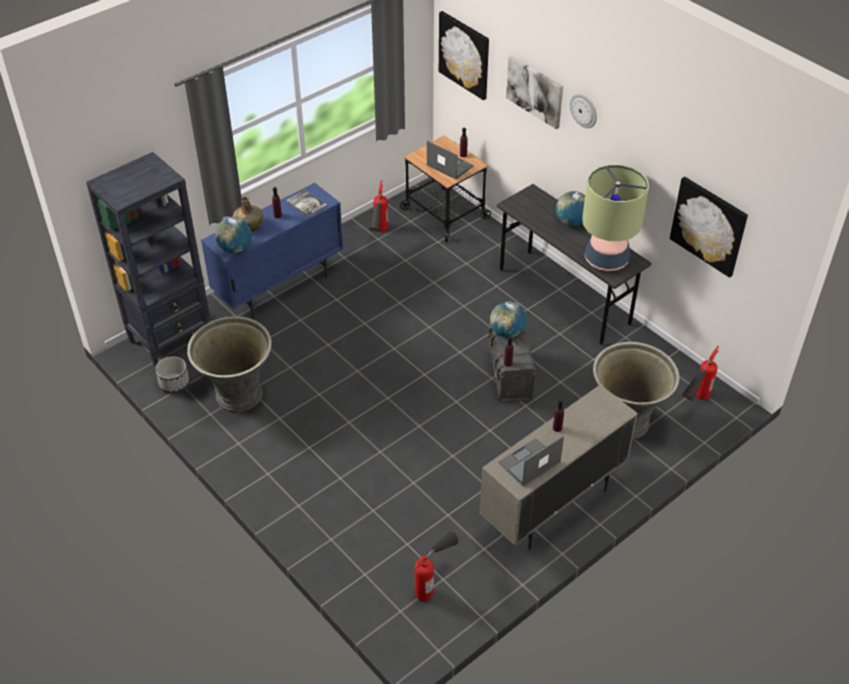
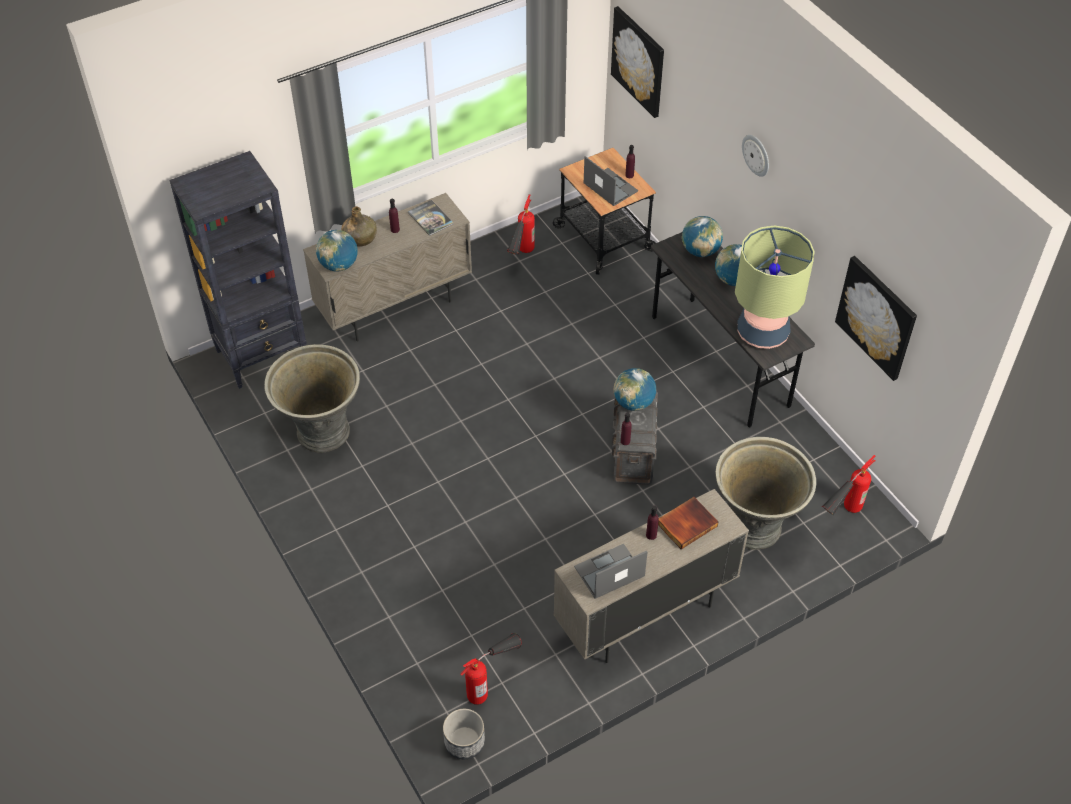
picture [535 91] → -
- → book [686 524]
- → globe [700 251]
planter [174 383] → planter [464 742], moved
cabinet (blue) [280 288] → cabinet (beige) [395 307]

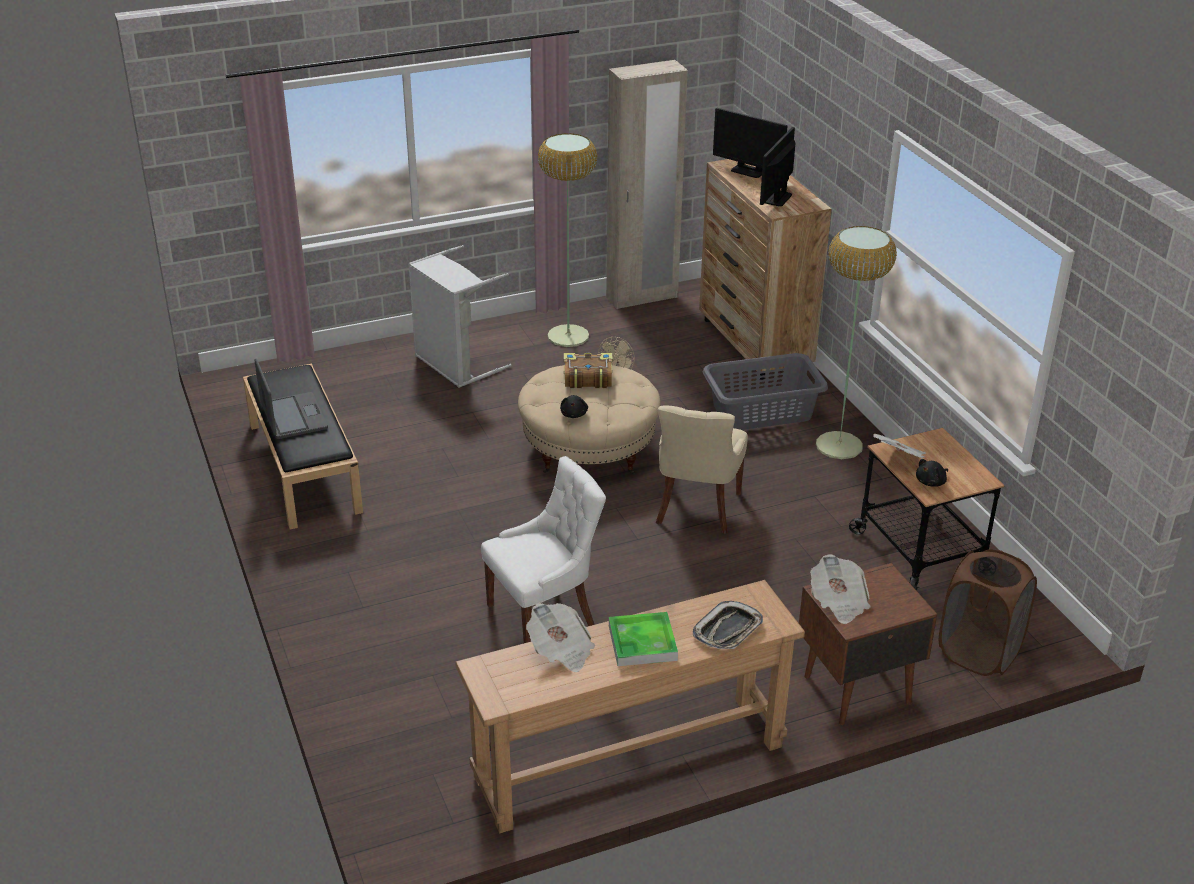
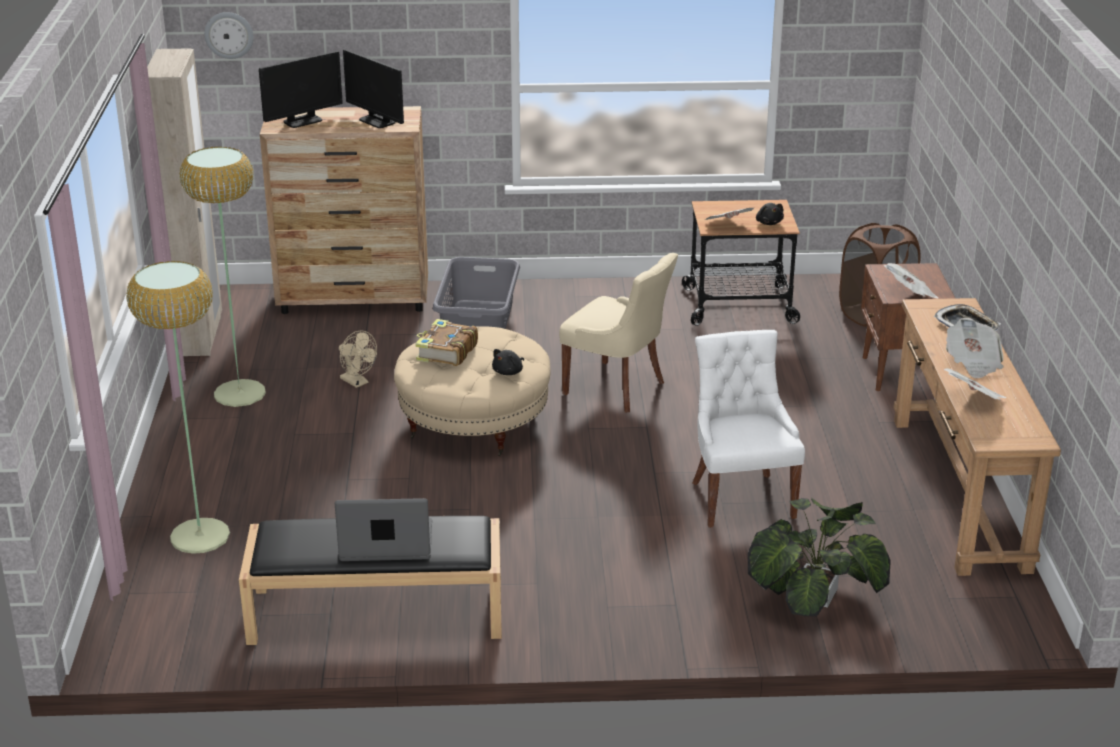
laundry basket (grey) [454 365] → -
- → wall clock [229 35]
- → potted plant [815 593]
floor lamp [838 445] → floor lamp [199 536], moved
tray [642 643] → newspaper [973 363]
plush toy (black) [574 414] → plush toy (black) [509 372], 105 degrees clockwise

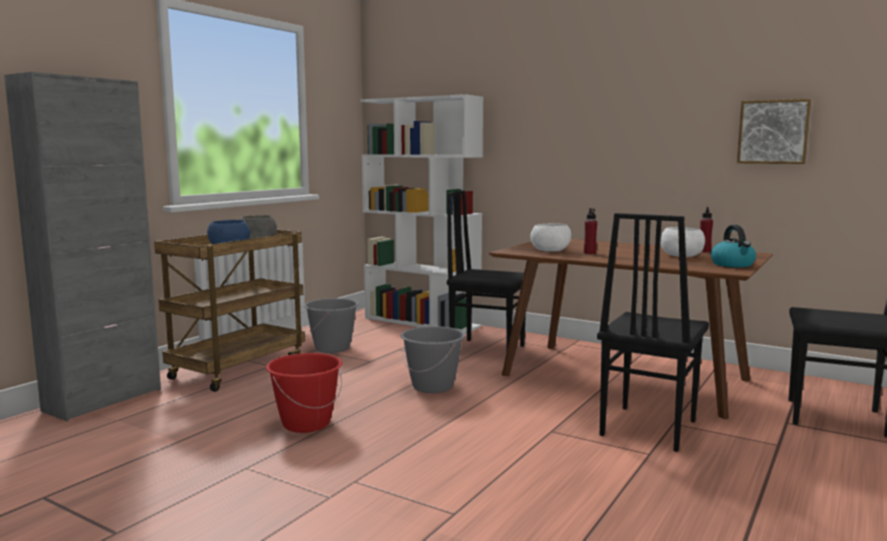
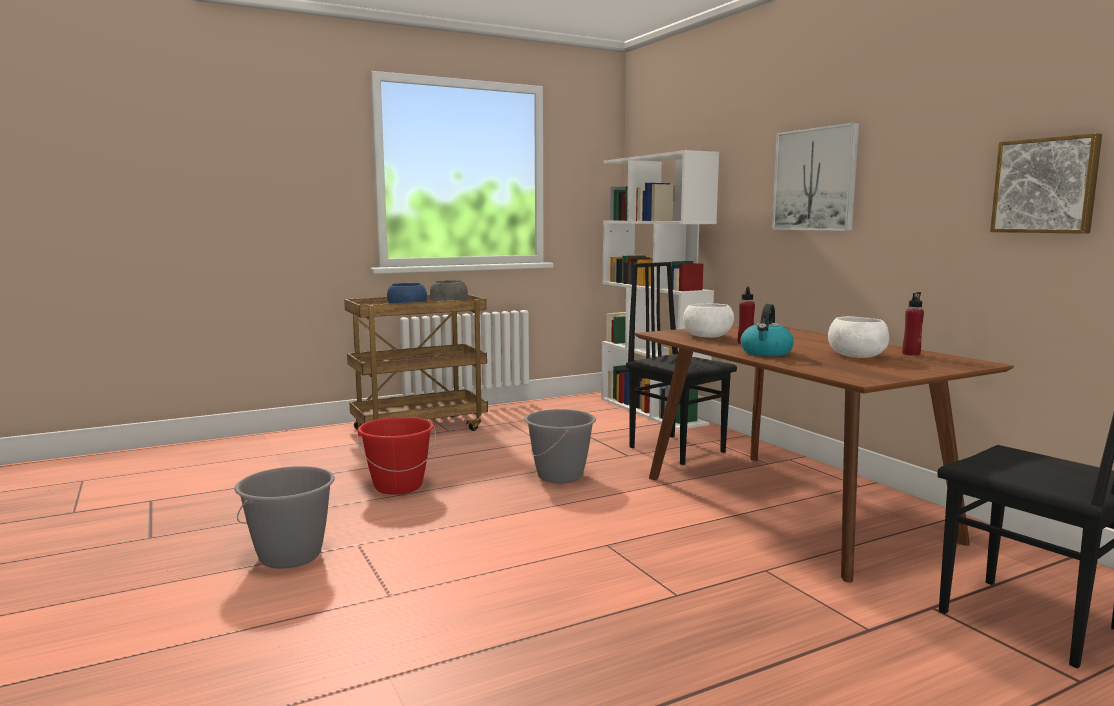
cabinet (grey) [103 400] → -
chair (black) [646 428] → -
- → picture [815 179]
bucket (grey) [332 348] → bucket (grey) [290 556], moved
kettle [733 264] → kettle [766 353], moved

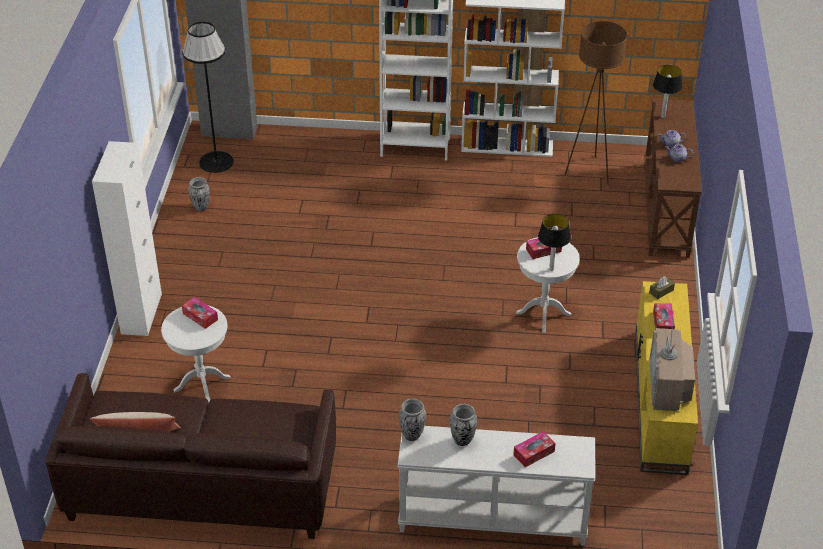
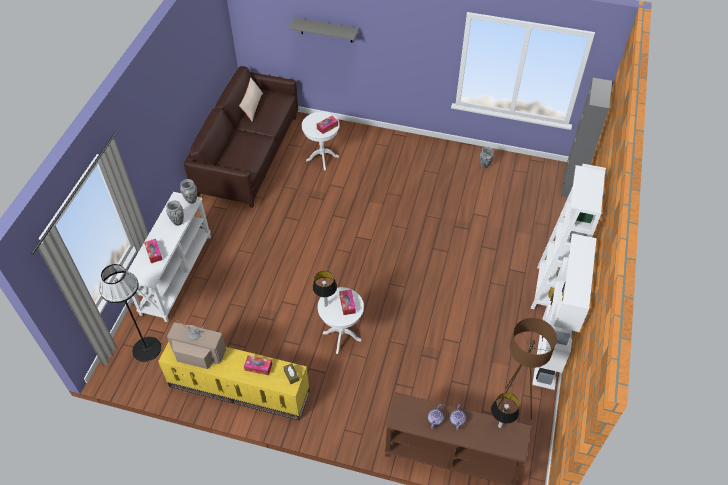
cabinet (white) [141 314] → -
- → shelf (grey) [326 30]
floor lamp (black) [216 162] → floor lamp (black) [146 349], moved

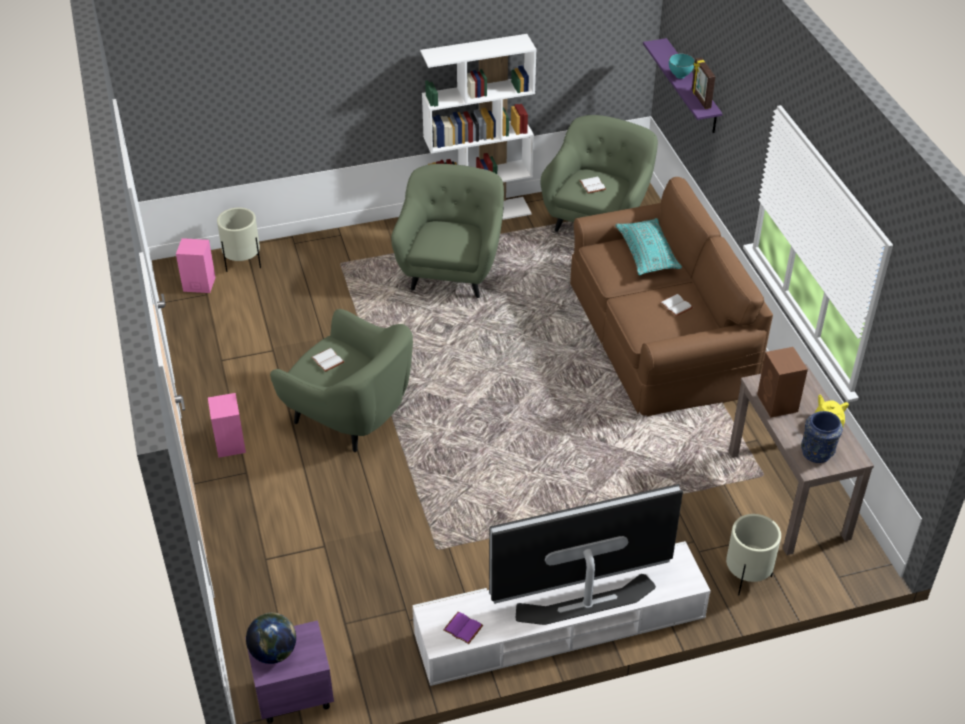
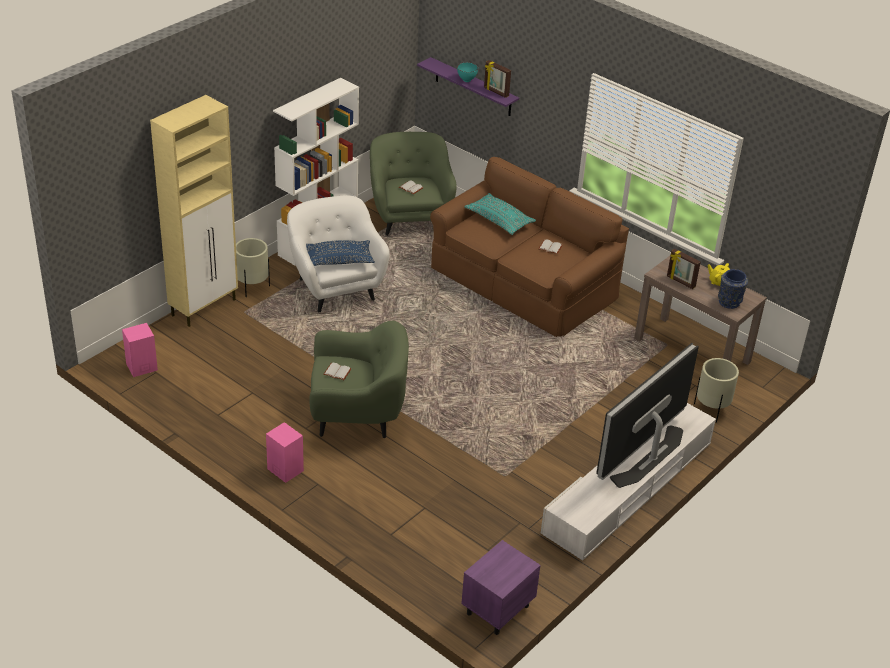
globe [274 652] → -
book (purple) [464 628] → -
- → cabinet (beige) [204 307]
- → pillow (blue) [338 260]
planter (beige) [243 263] → planter (beige) [252 287], moved
speaker (brown) [777 404] → picture frame [680 282]
armchair (green) [452 270] → armchair (white) [335 288]

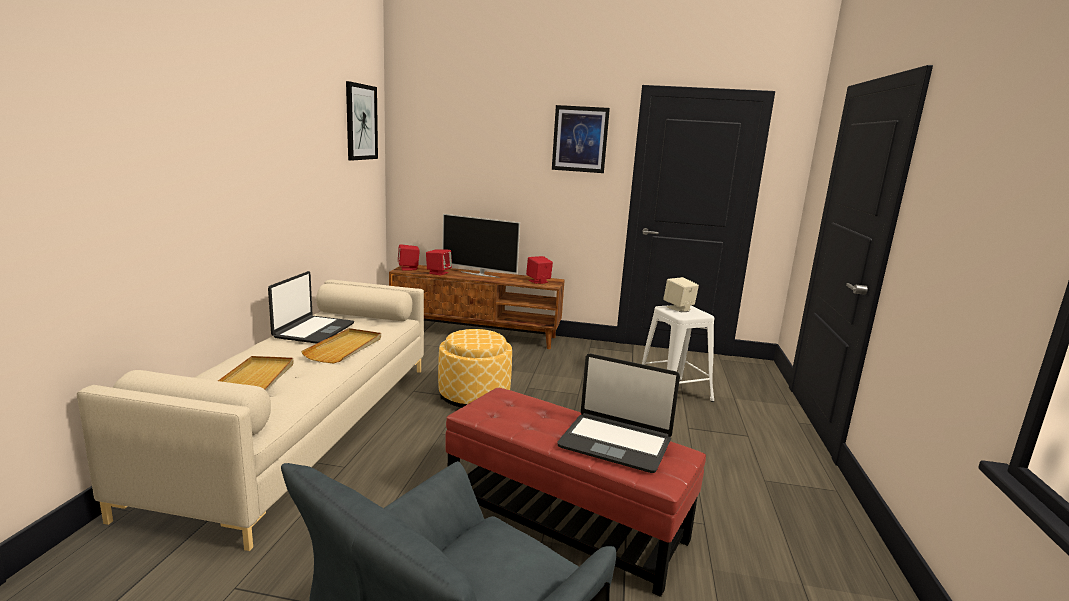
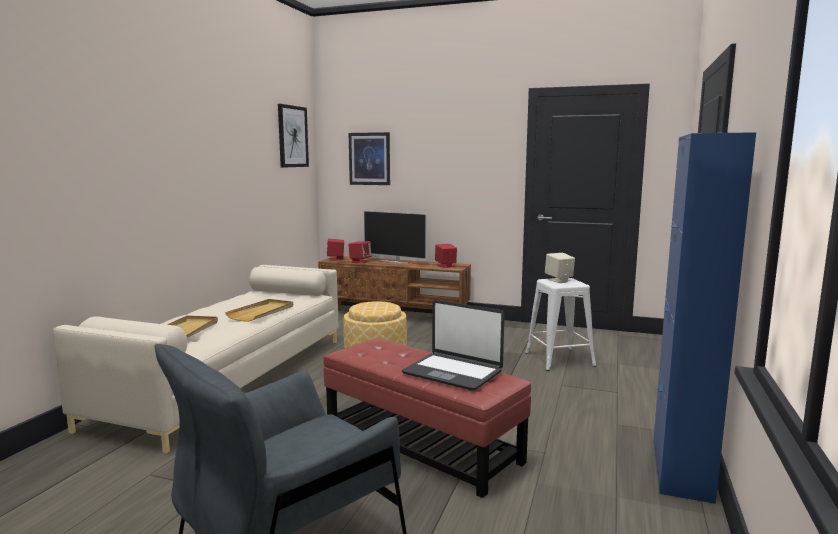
laptop [313 330] → -
- → cabinet (blue) [681 469]
picture [580 139] → picture [369 159], moved

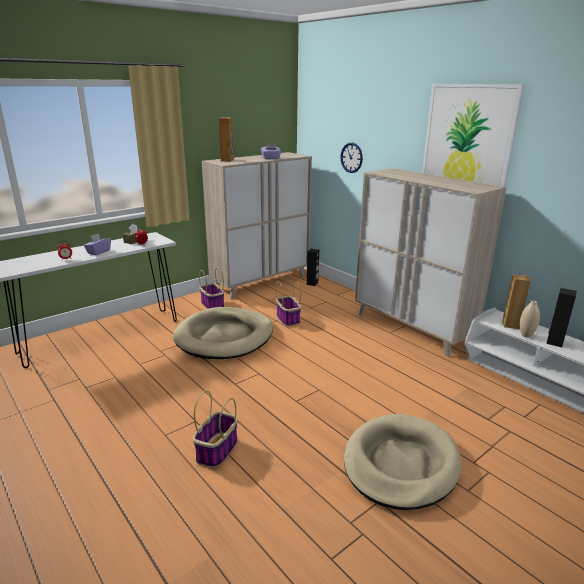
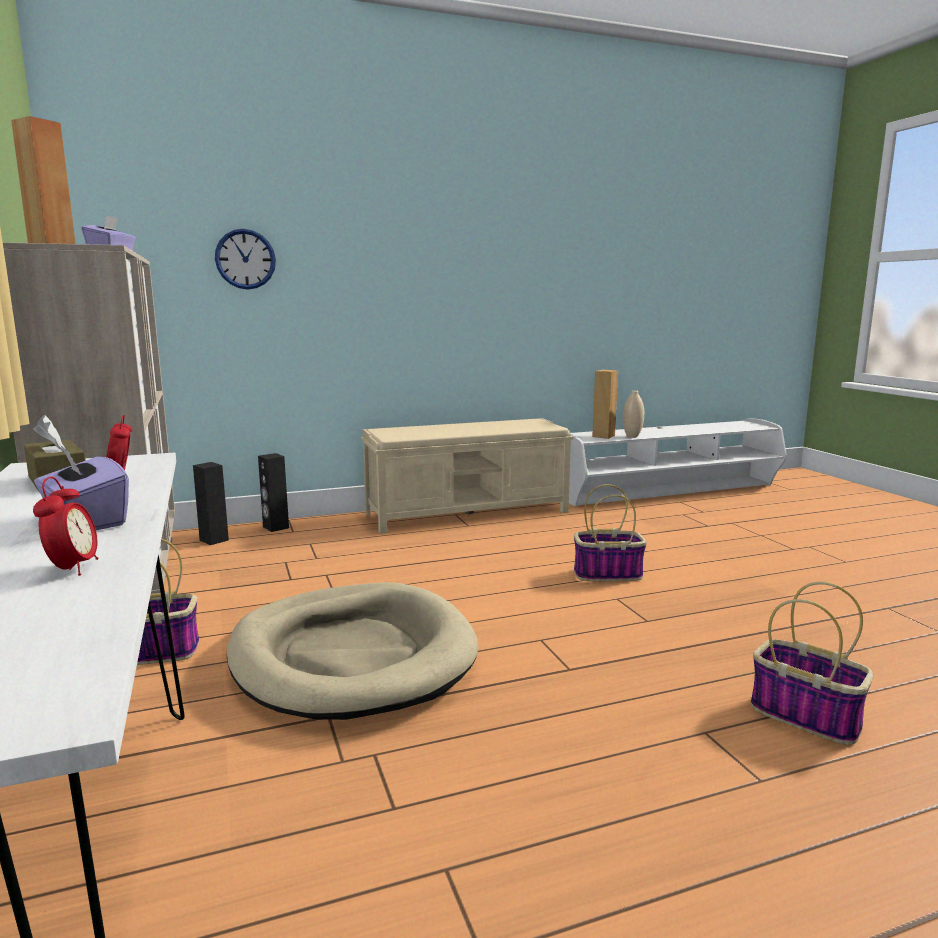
dog bed (beige) [400 464] → -
picture [469 135] → -
basket [288 319] → basket [608 574], moved
speaker (black) [554 342] → speaker (black) [275 527], moved
cabinet (beige) [412 328] → bench (beige) [468 513]

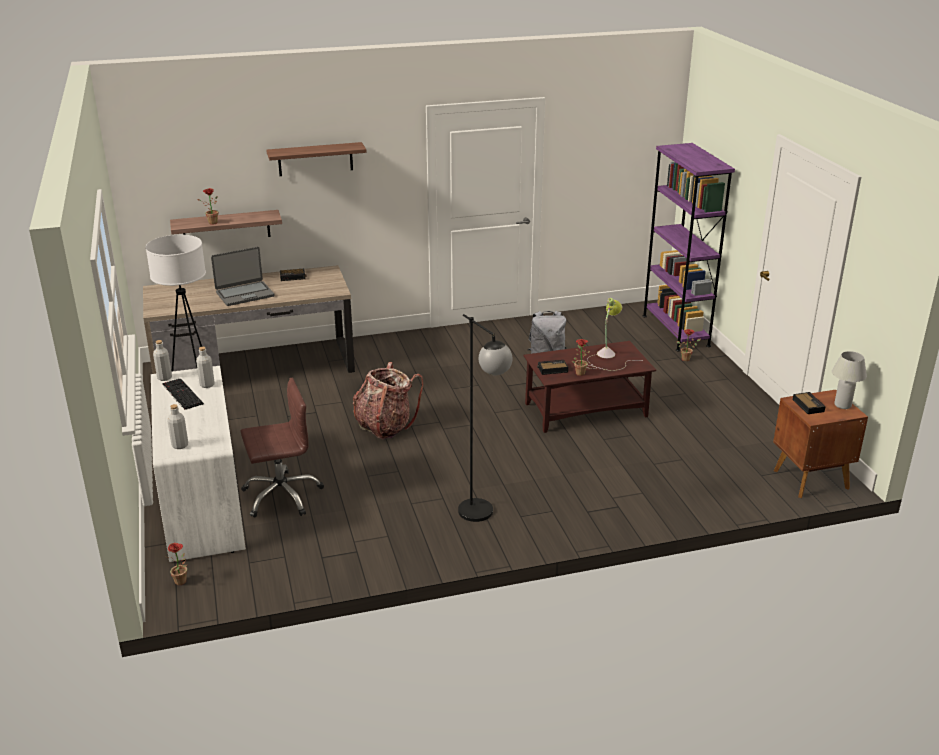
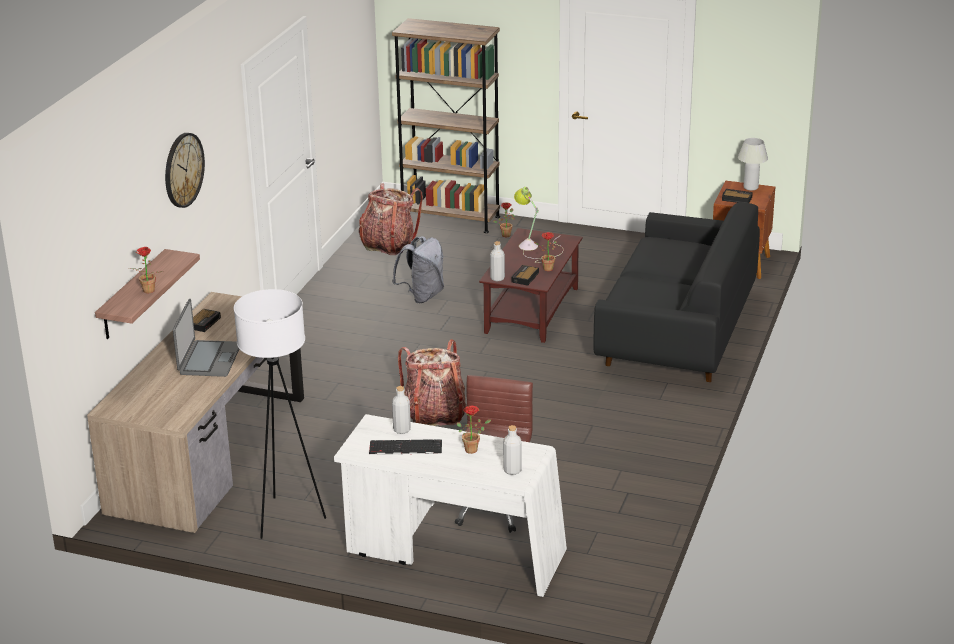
floor lamp (black) [483 517] → -
- → backpack [388 245]
- → sofa (black) [676 332]
bottle (grey) [164 378] → bottle (grey) [497 278], moved
potted plant [182 582] → potted plant [473 449], moved
shelf [315 159] → wall clock [183 170]
bookcase (purple) [675 330] → bookcase (brown) [450 219]

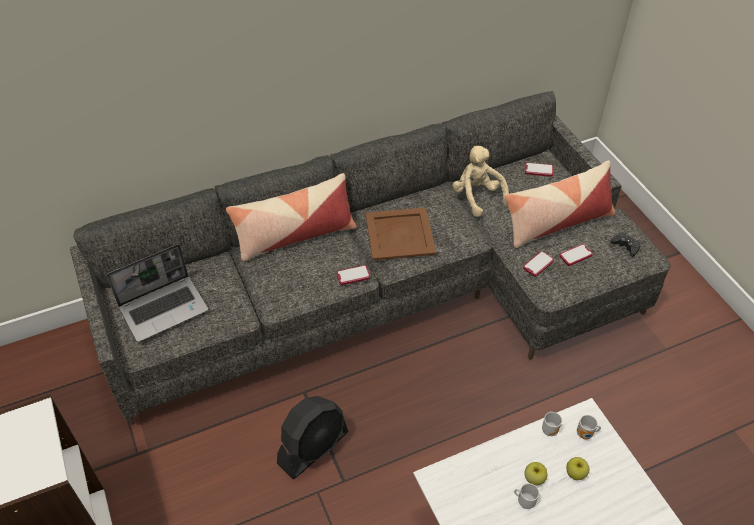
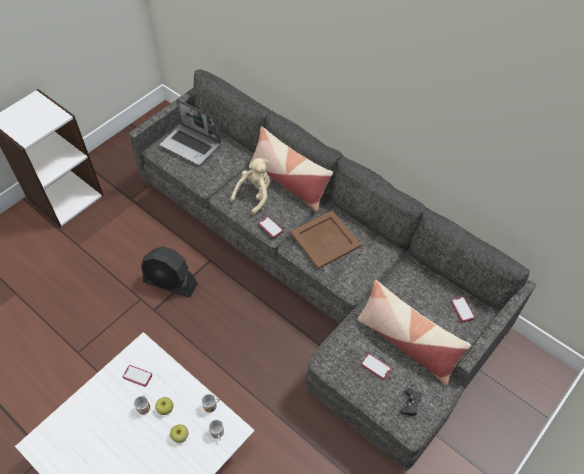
plush toy (beige) [477 196] → plush toy (beige) [255 195], moved
phone [538 264] → phone [137 376], moved

